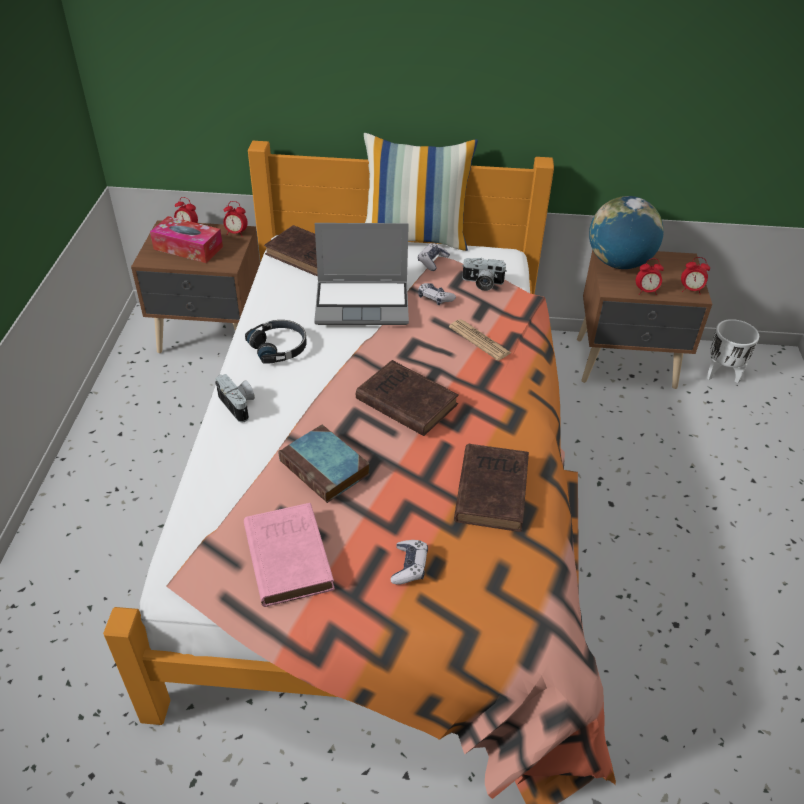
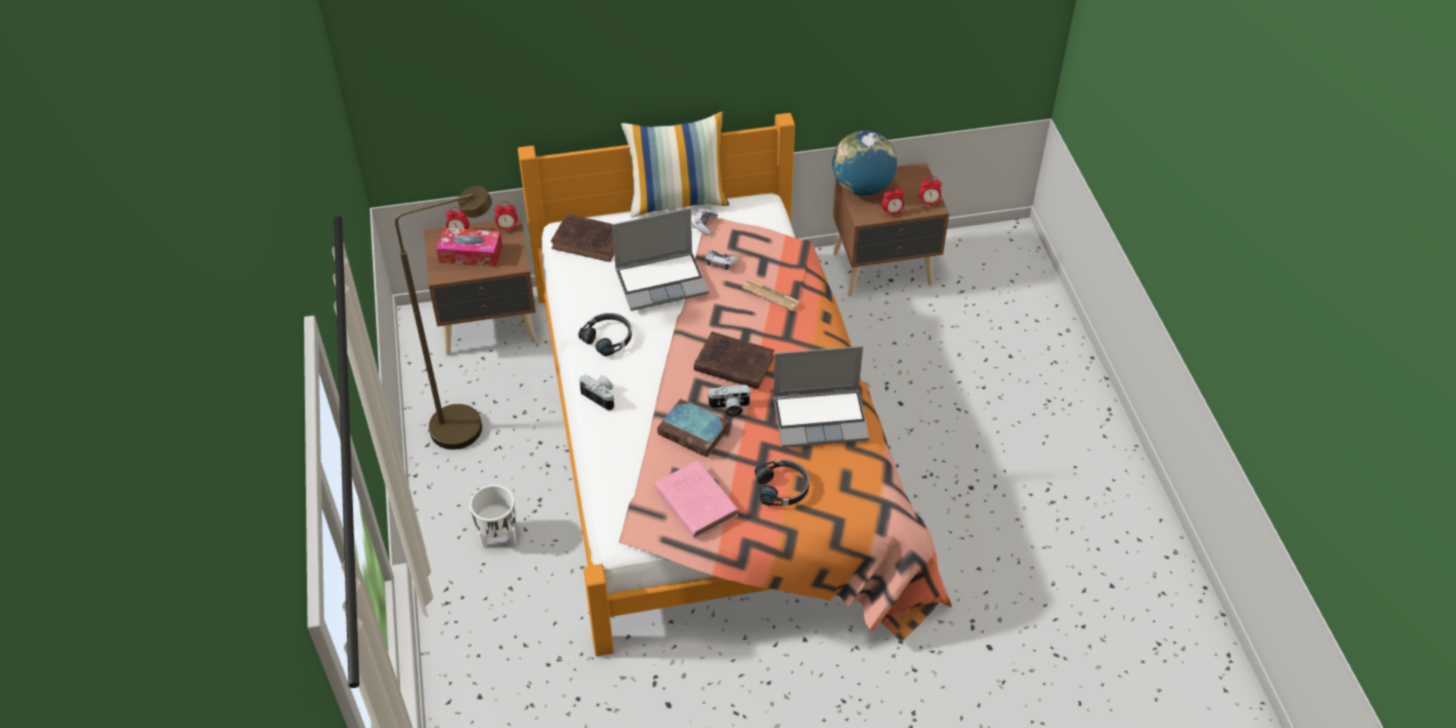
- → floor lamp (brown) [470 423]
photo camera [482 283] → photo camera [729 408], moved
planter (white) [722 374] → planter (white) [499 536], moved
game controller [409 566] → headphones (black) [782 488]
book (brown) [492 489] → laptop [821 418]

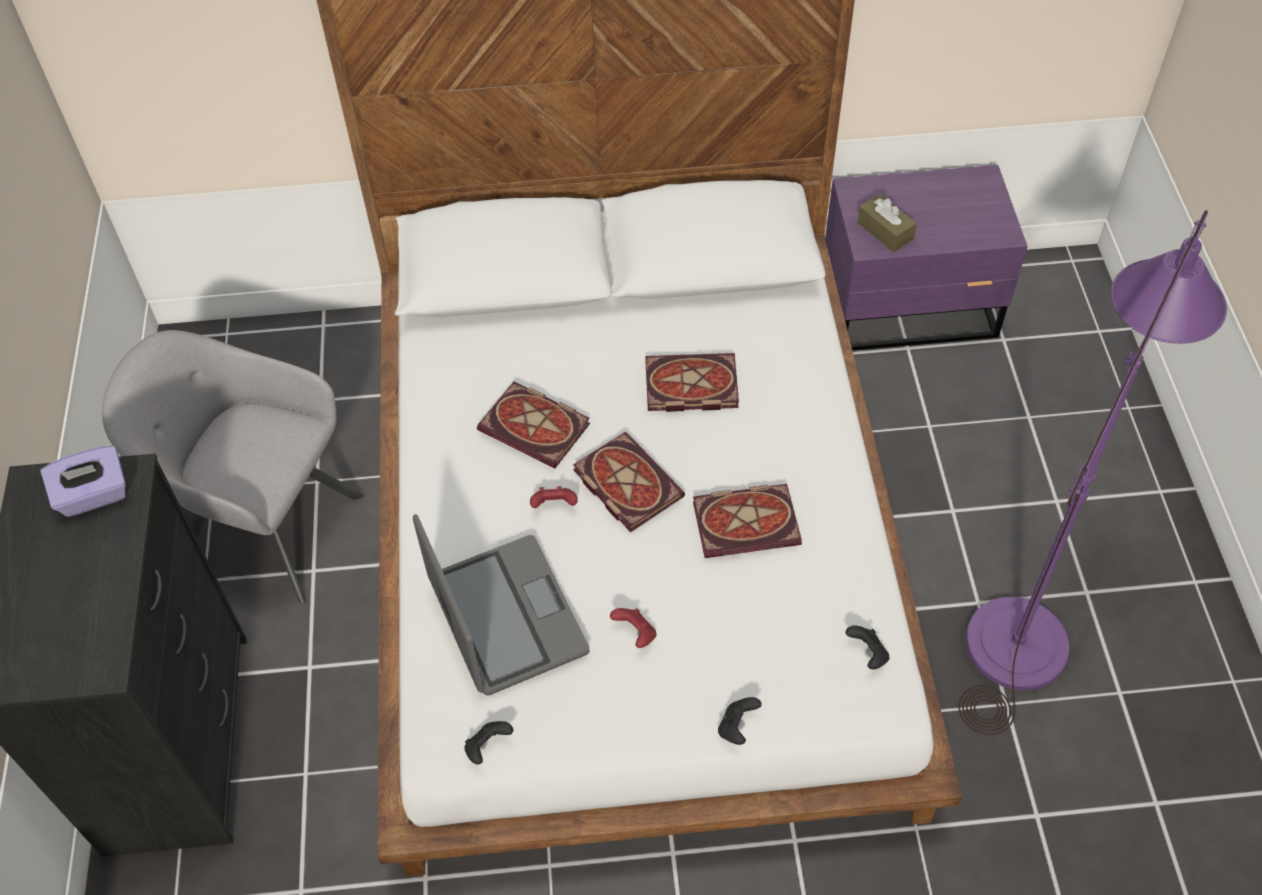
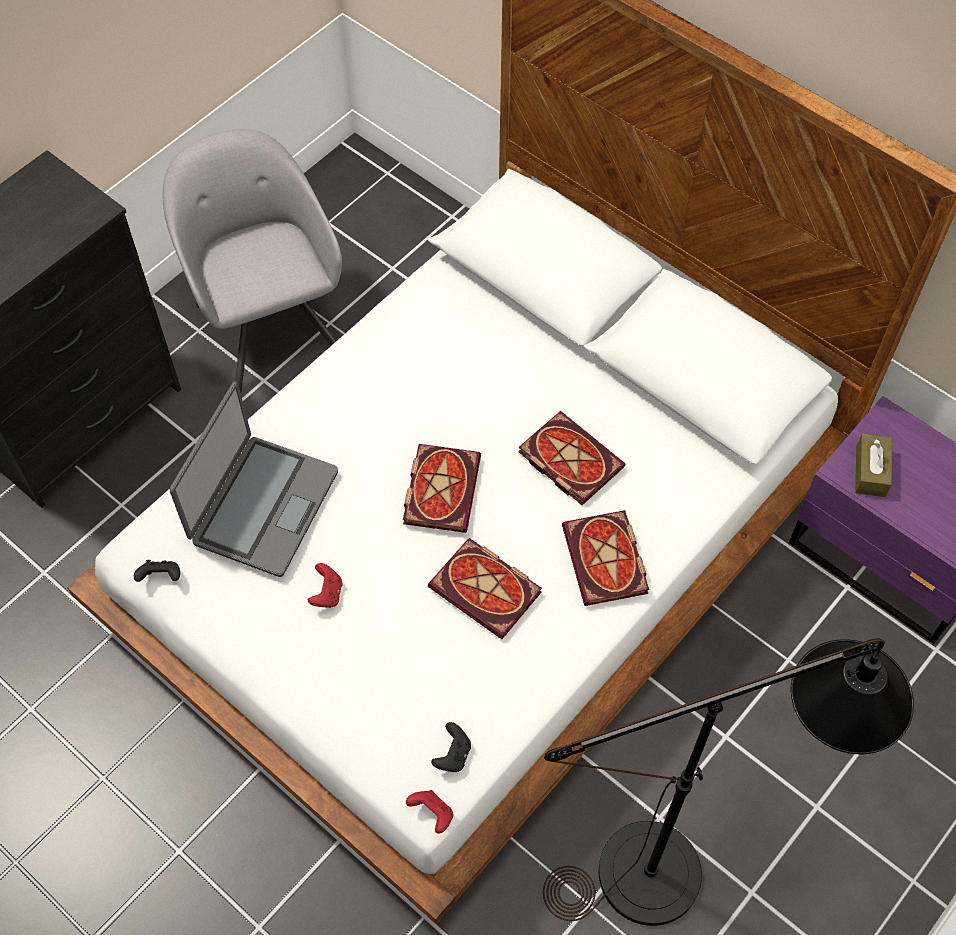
tissue box (purple) [94 495] → -
game controller (black) [737 727] → -
book [537 427] → book [607 562], moved
game controller (red) [554 505] → game controller (red) [432 814], moved
floor lamp (purple) [1027 622] → floor lamp (black) [678 867]

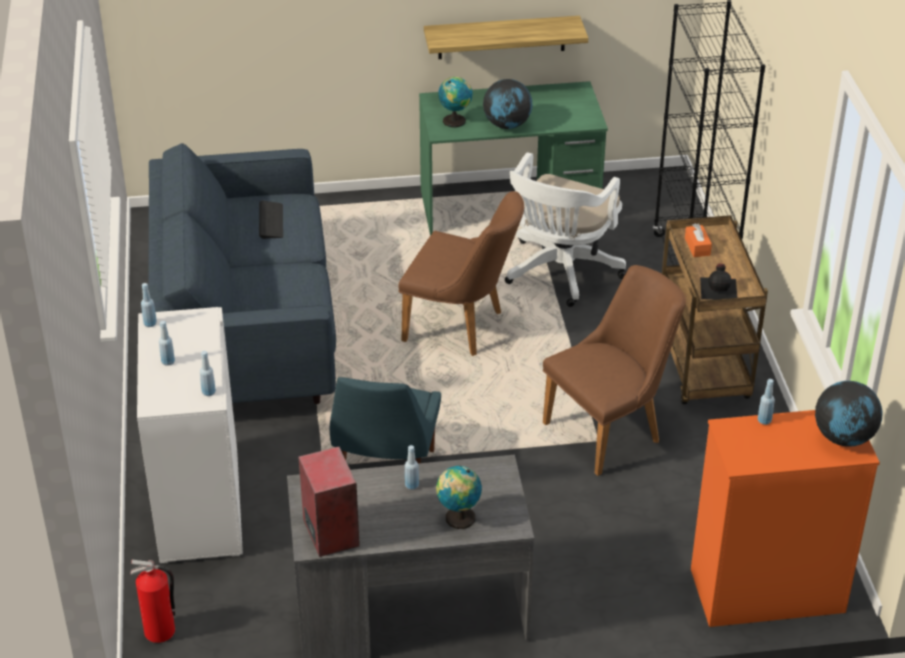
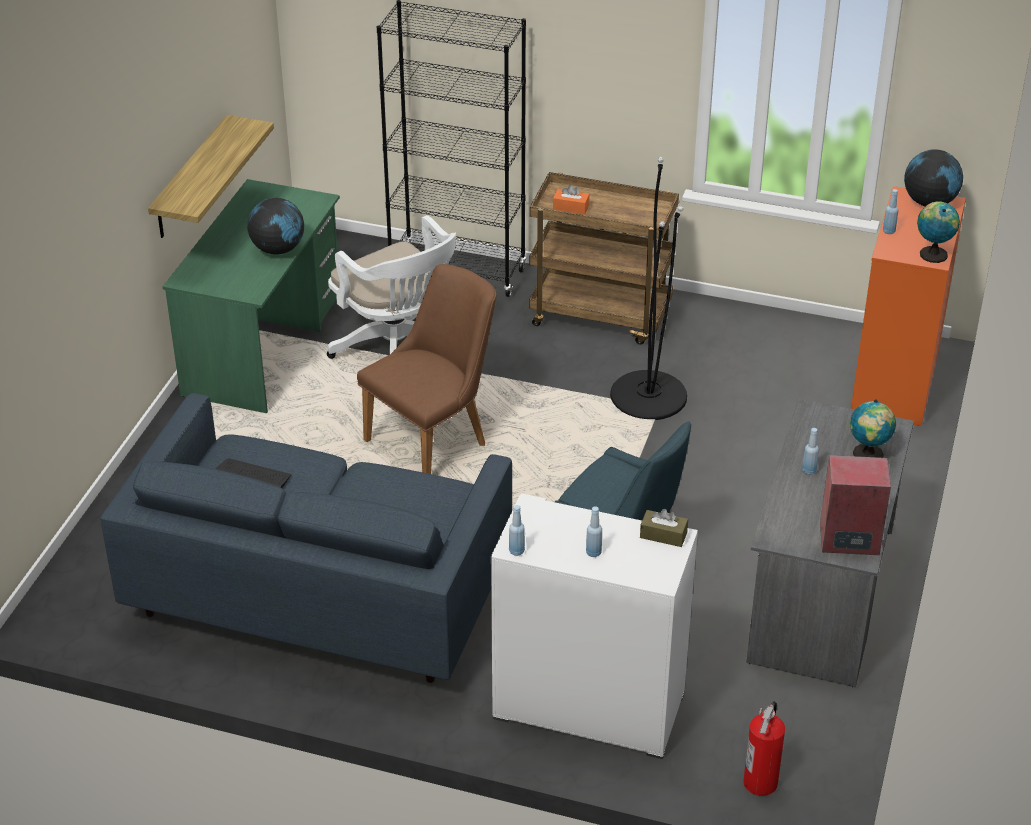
bottle (black) [719 288] → -
globe [455 120] → globe [932 253], moved
bottle (blue) [208 392] → tissue box (brown) [663 535]
chair (brown) [611 429] → floor lamp (black) [648 395]

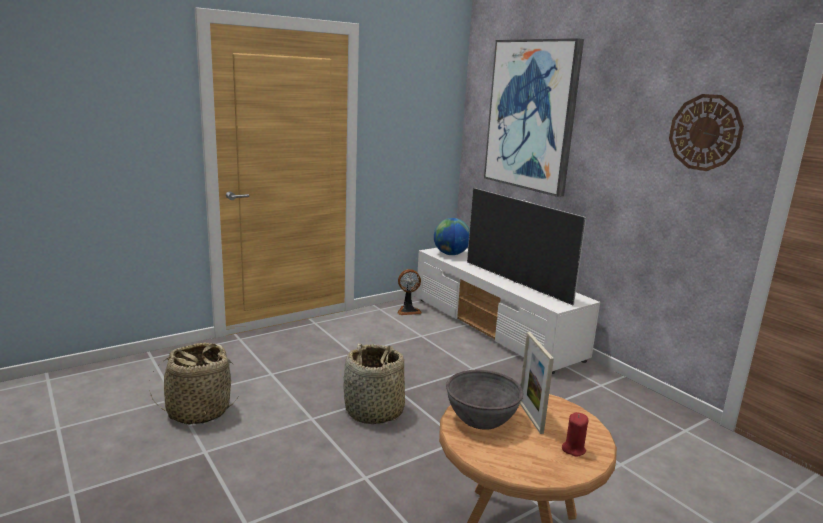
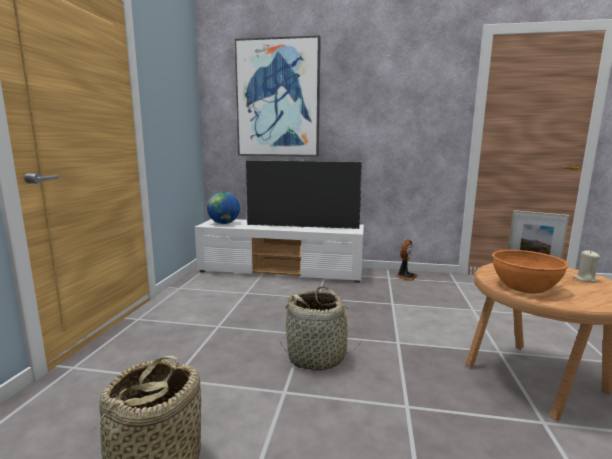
wall clock [705 132] → -
fan [408 310] → fan [405 276], moved
bowl (grey) [481 418] → bowl (orange) [524 286]
candle (red) [573 449] → candle (beige) [585 279]

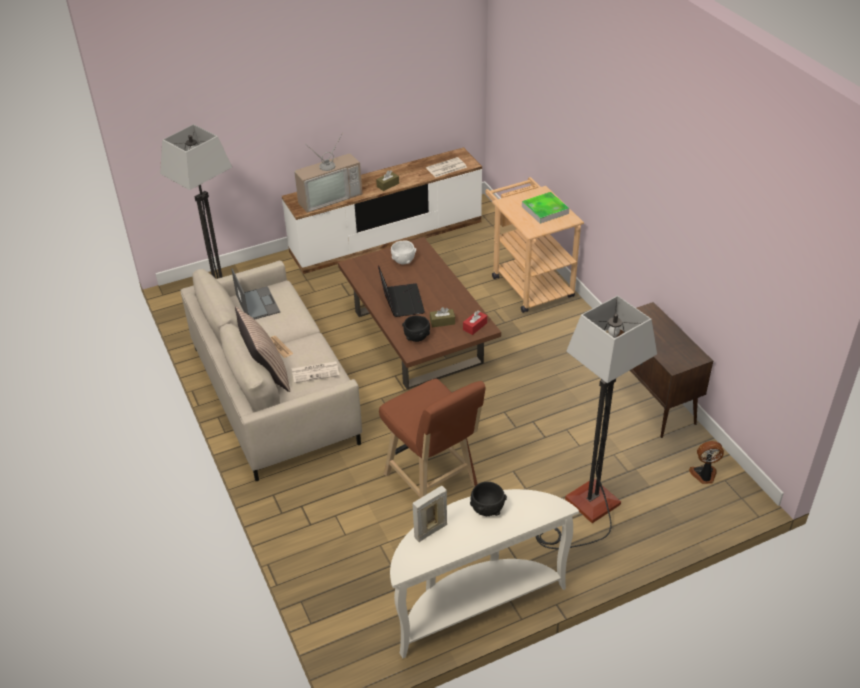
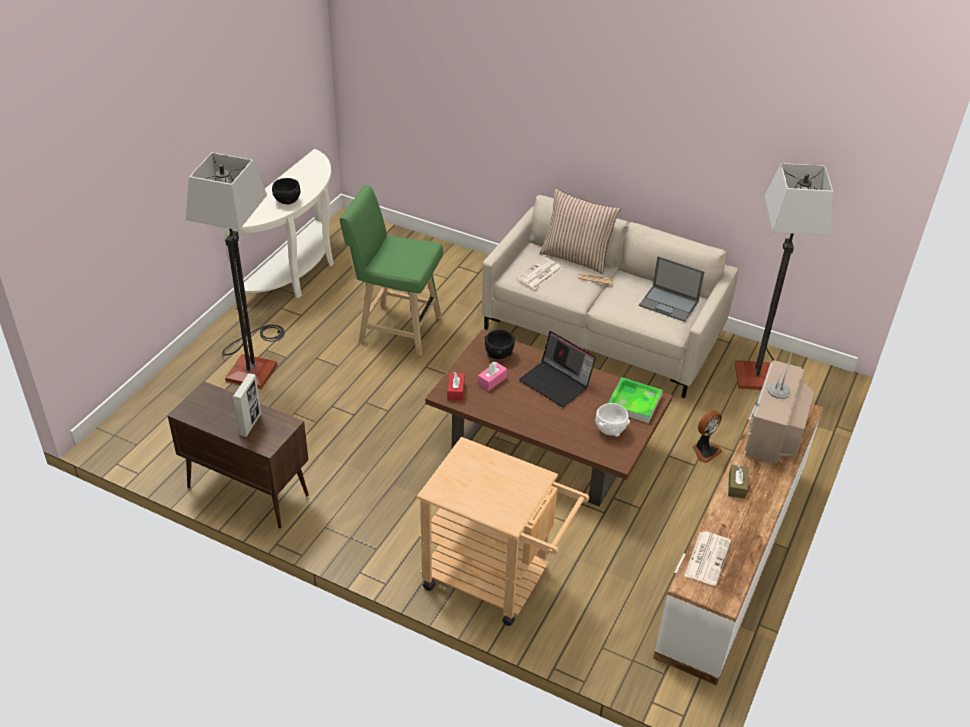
picture frame [430 531] → picture frame [250 424], moved
tray [545 210] → tray [634 403], moved
fan [704 475] → fan [704 450], moved
stool (brown) [433 483] → stool (green) [395 328]
tissue box (brown) [442 322] → tissue box (pink) [492 381]

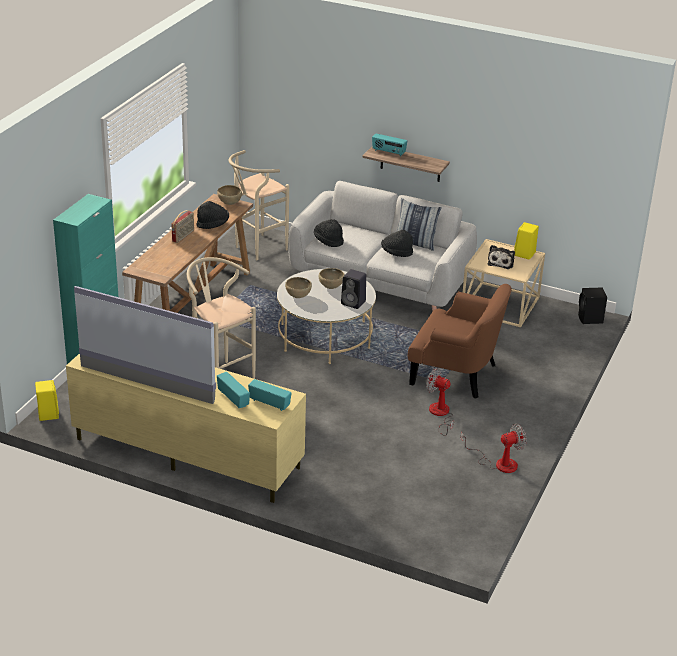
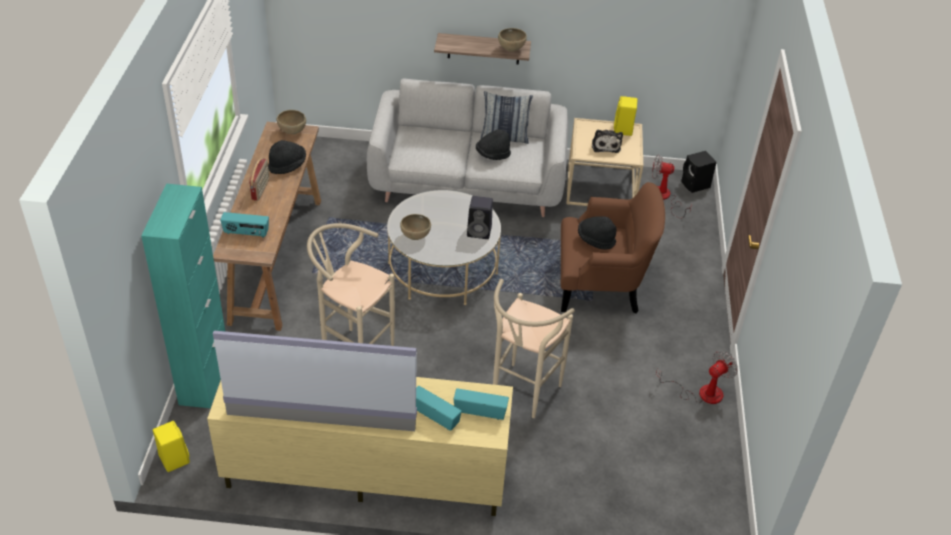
stool (beige) [256 249] → stool (beige) [521 396], moved
hat (black) [328 240] → hat (black) [595 240], moved
bowl (brown) [331 287] → bowl (brown) [511 50], moved
radio [388 152] → radio [246 233], moved
fan [440 414] → fan [664 198], moved

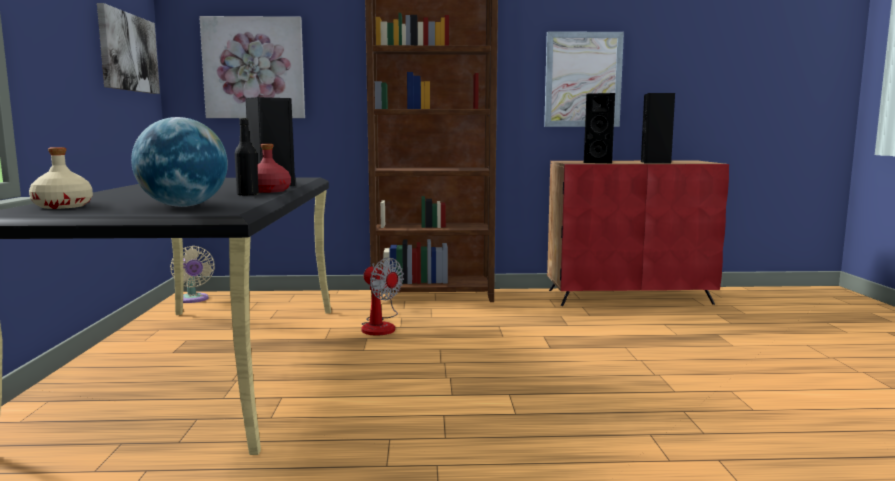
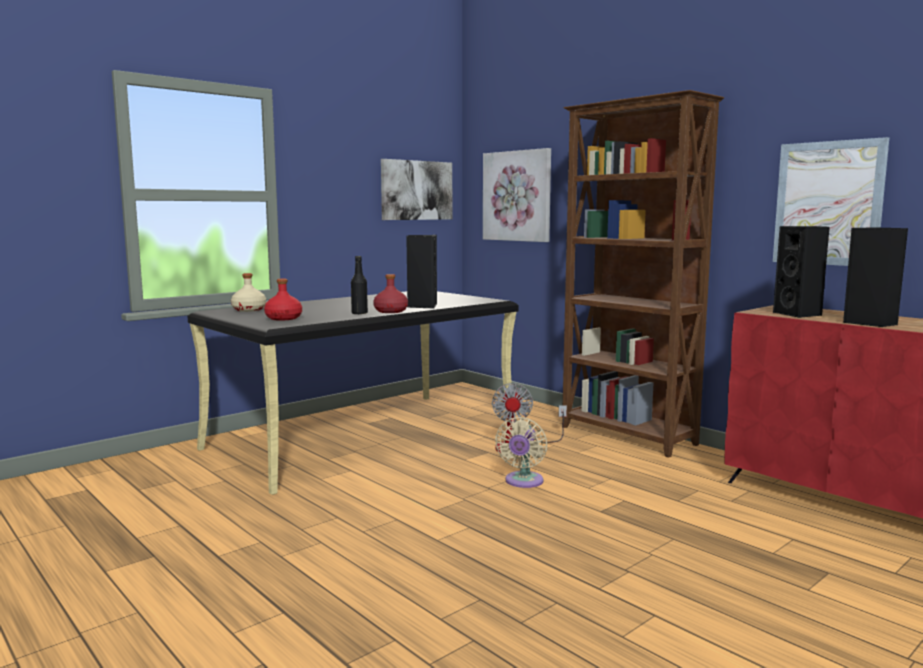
fan (beige) [193 299] → fan (beige) [523 482], moved
globe [184 206] → bottle (red) [283 318]

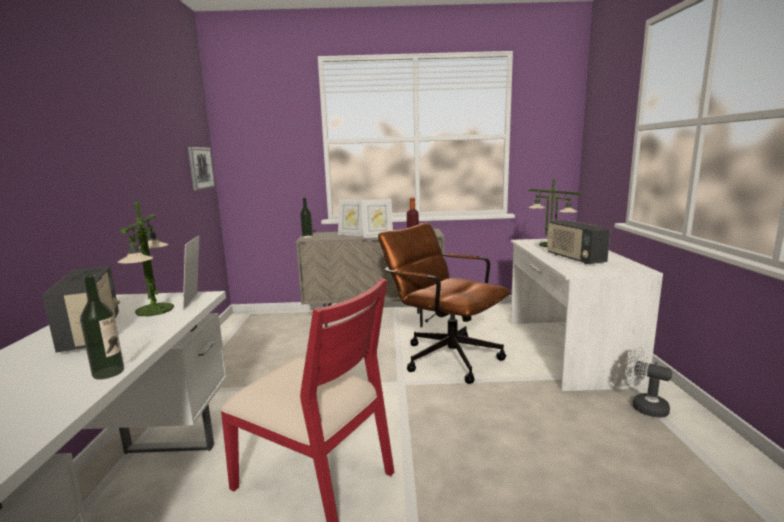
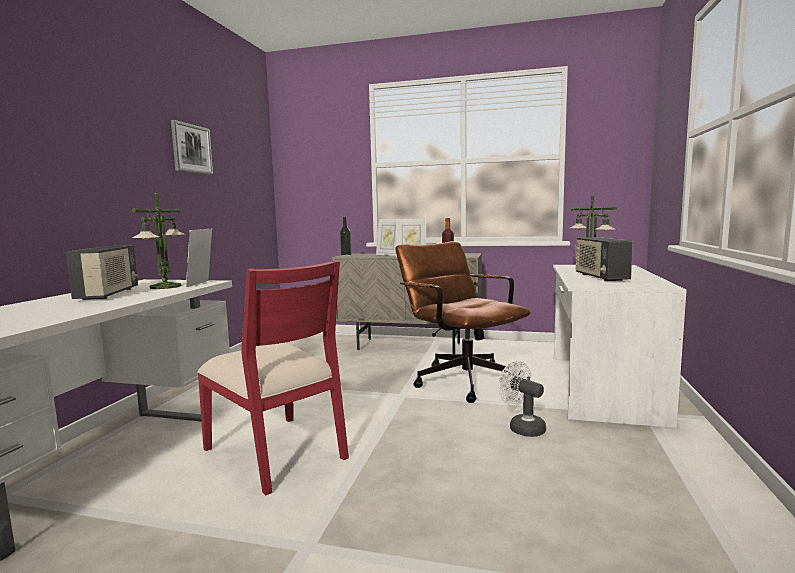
bottle [108 372] → -
picture [200 168] → picture [191 149], moved
fan (white) [643 407] → fan (white) [522 427], moved

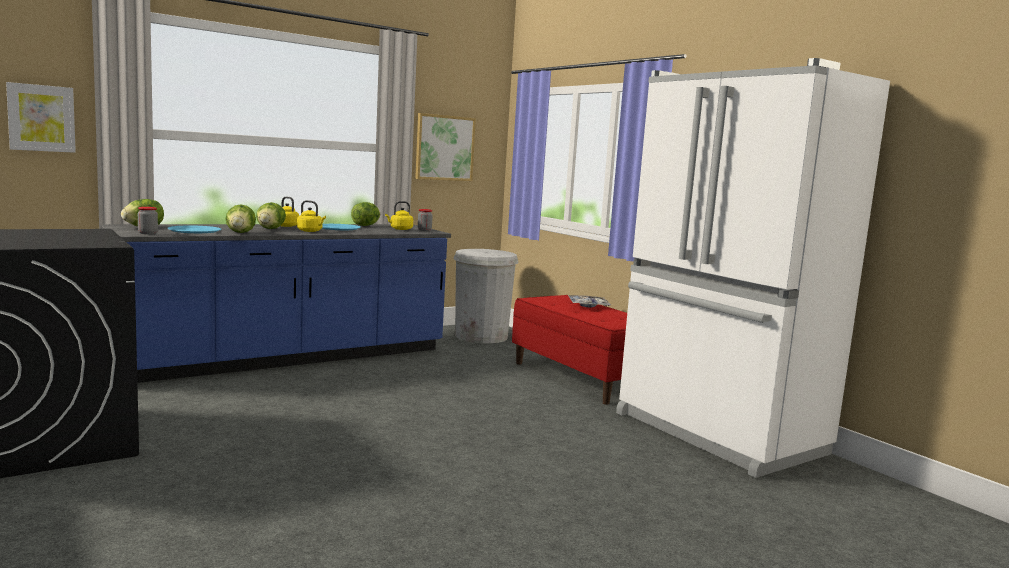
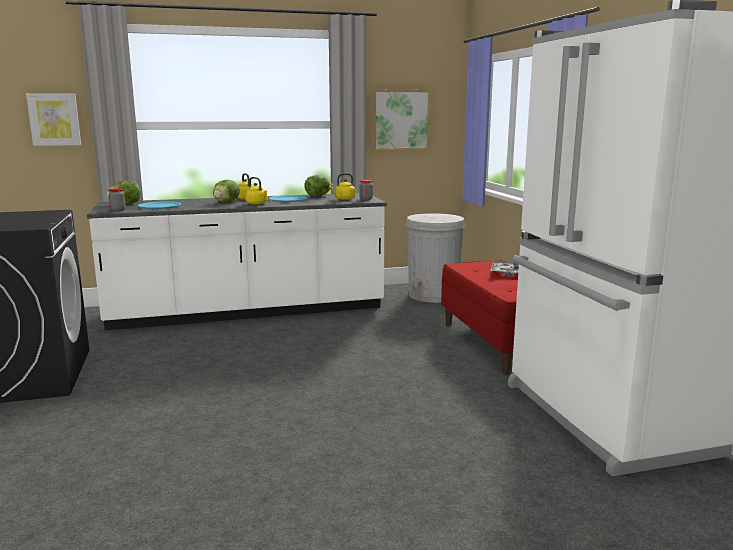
lettuce [240 233] → -
counter (blue) [287 358] → counter (white) [248 311]

